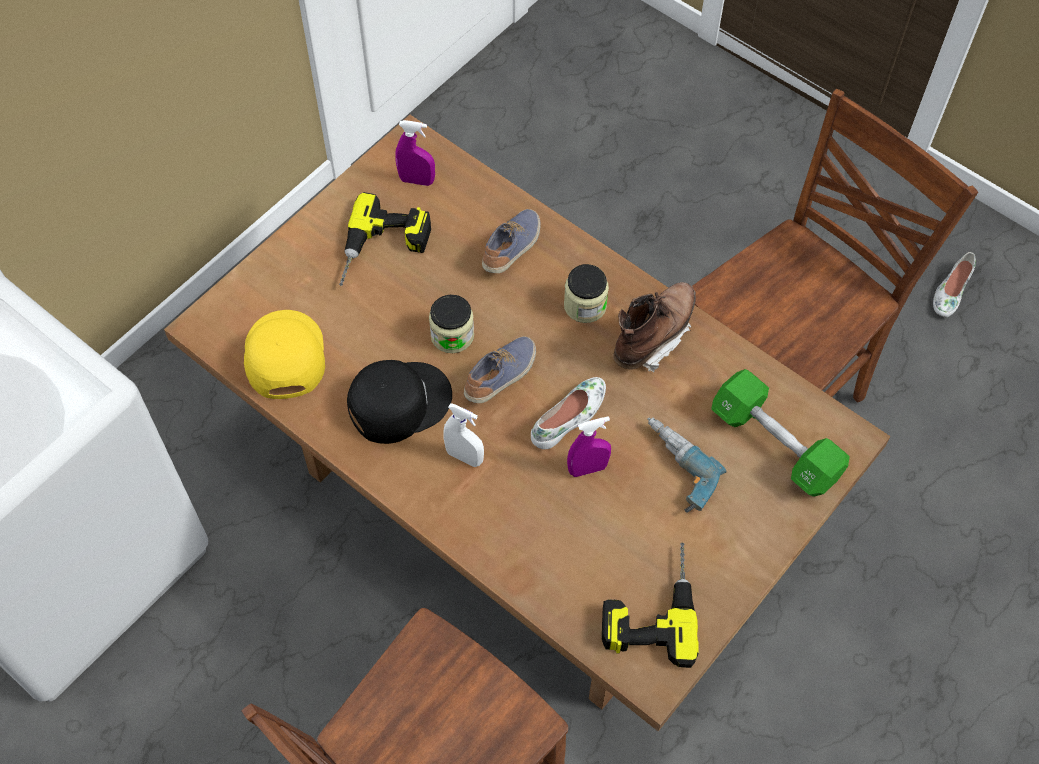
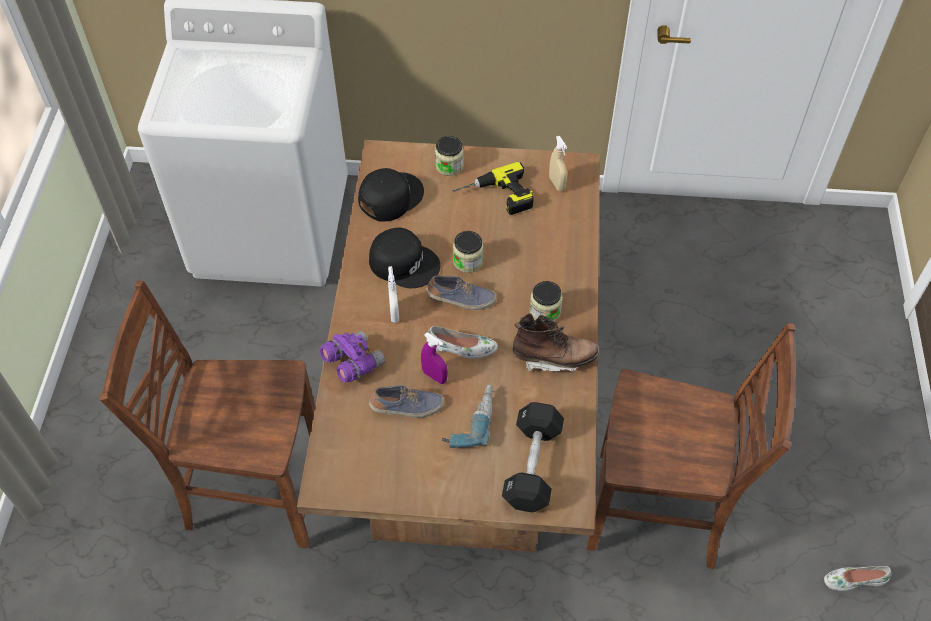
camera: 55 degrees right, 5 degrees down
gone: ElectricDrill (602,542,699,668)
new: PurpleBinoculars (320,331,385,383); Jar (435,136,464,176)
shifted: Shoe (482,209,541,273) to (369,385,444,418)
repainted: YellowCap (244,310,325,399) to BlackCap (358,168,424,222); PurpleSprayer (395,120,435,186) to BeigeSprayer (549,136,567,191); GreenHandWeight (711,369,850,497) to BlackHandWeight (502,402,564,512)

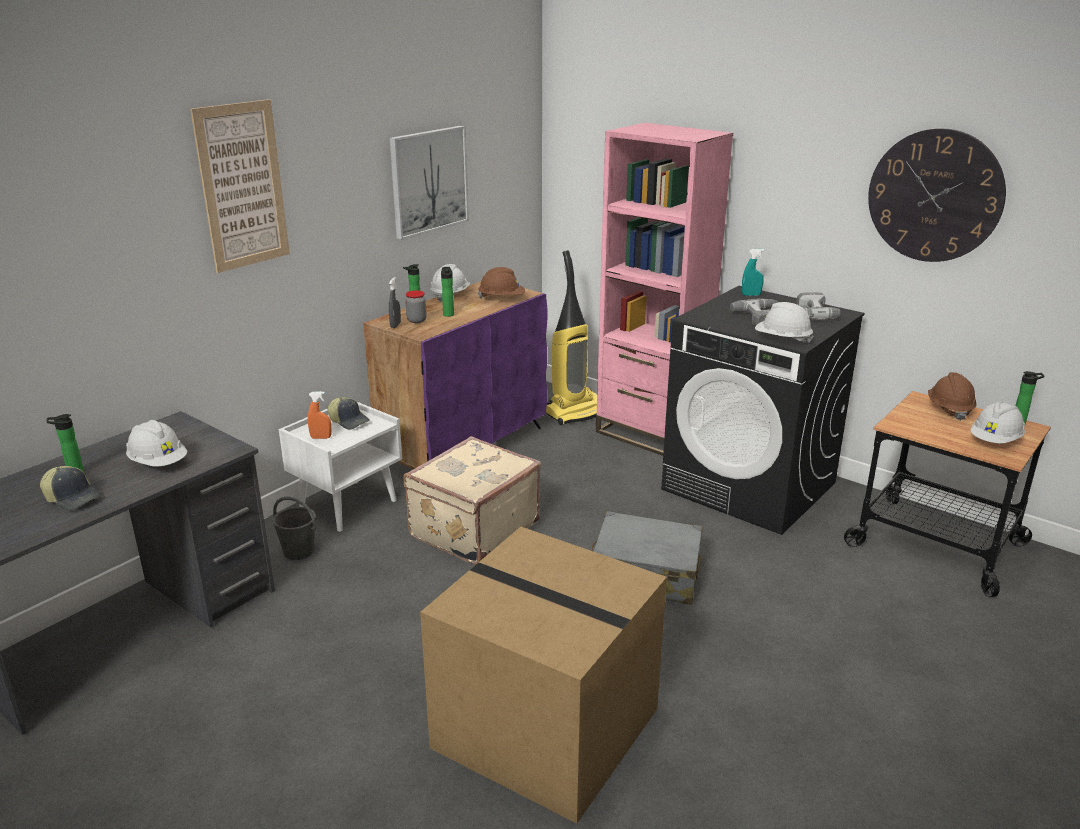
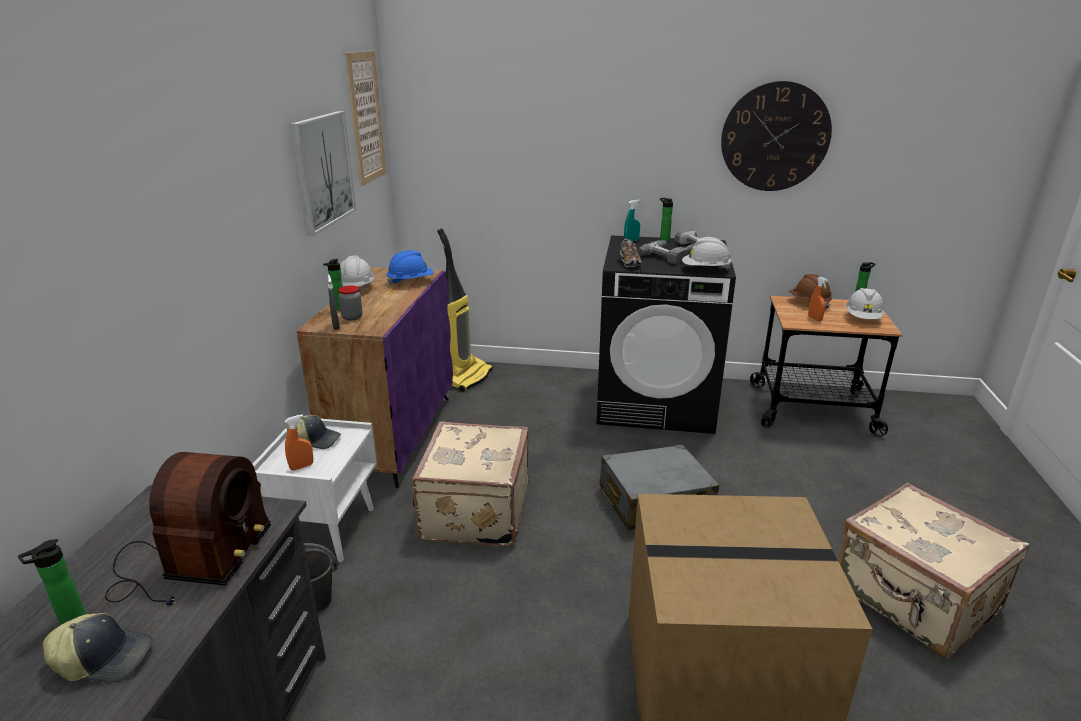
camera: 30 degrees left, 0 degrees up
gone: PinkishBookshelf (596,123,733,456)
new: Shoe (620,239,642,267); OrangeSprayer (808,277,828,321); BeigeTravelCase (838,483,1029,659)
shifted: WallPicture (190,99,290,273) to (345,51,386,186); BeverageBottle (441,267,454,317) to (660,198,673,241)
swapped: WhiteSafetyHelmet (126,420,188,467) to Radio (105,452,271,606)
repainted: BrownishSafetyHelmet (478,267,525,299) to BlueColouredSafetyHelmet (387,250,434,285)

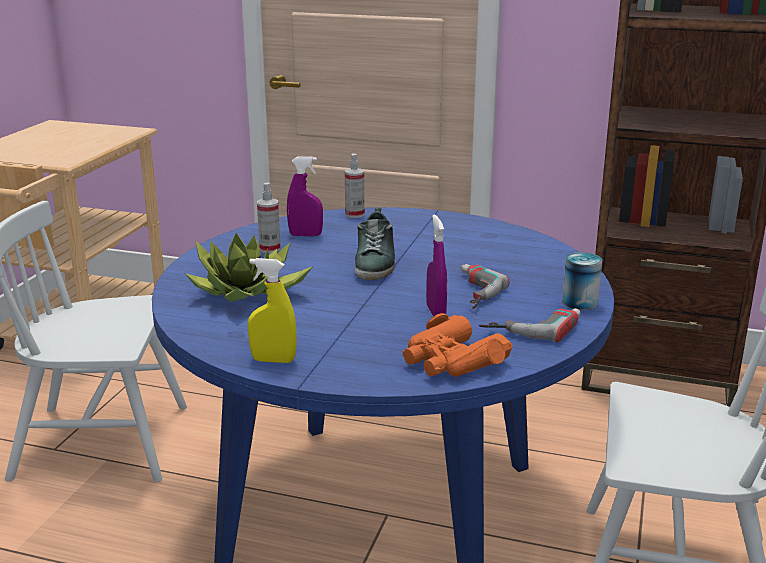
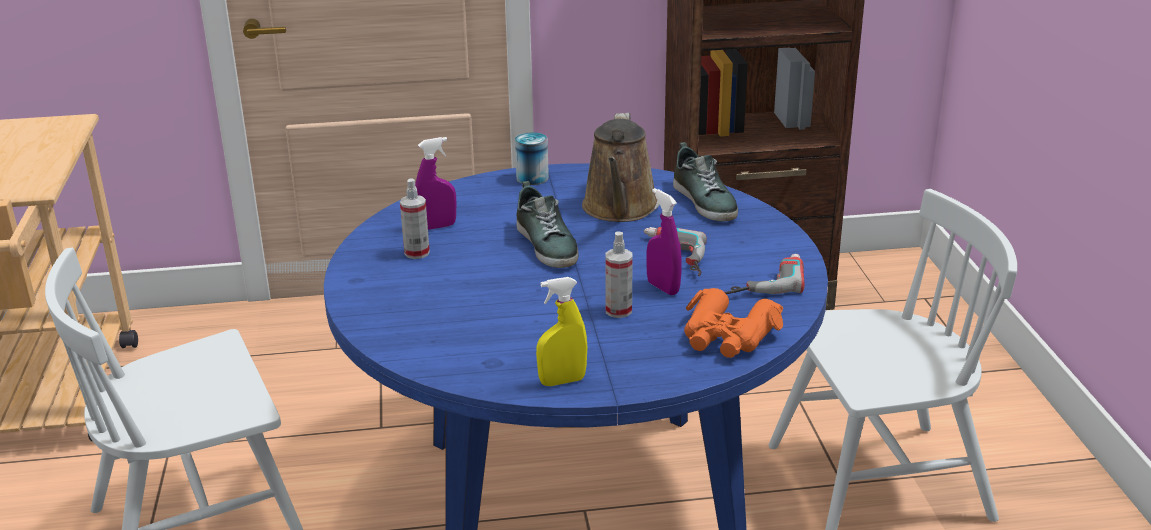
camera: 25 degrees left, 5 degrees up
gone: PottedPlant (185,233,313,302)
new: BrownishWateringCan (582,113,659,222); Shoe (673,142,738,221)
shifted: Sprayer (345,153,365,218) to (605,231,633,318); SealedCan (562,252,602,310) to (515,132,549,185)

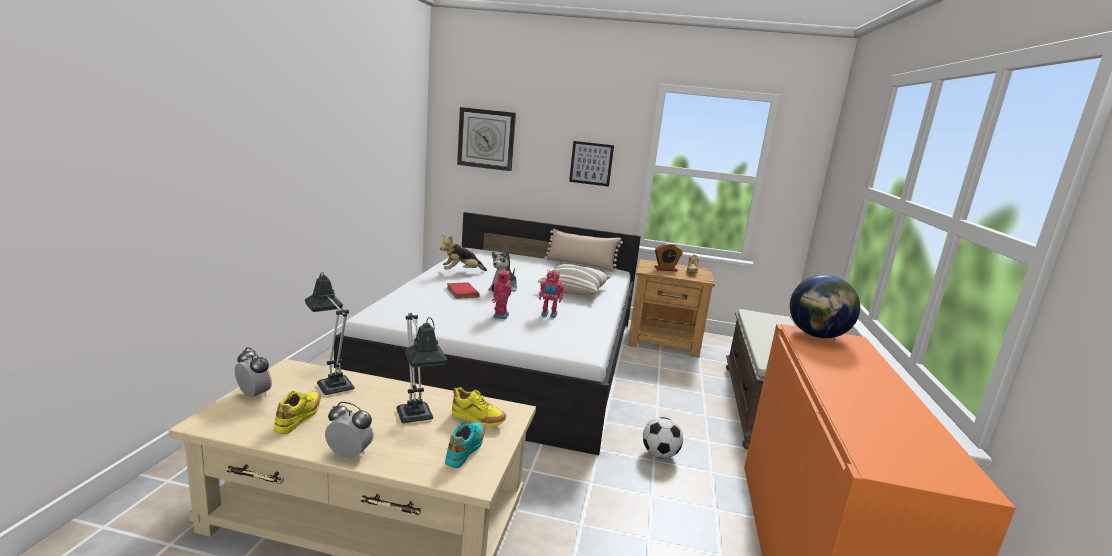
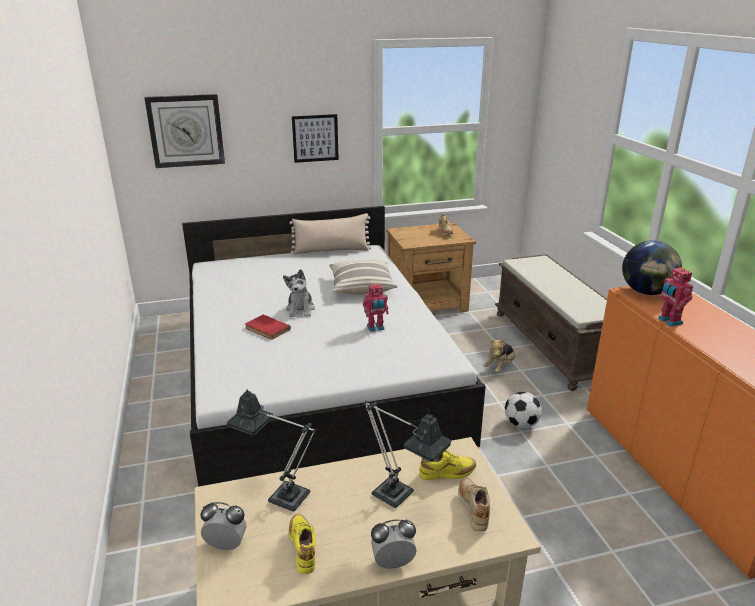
camera: 25 degrees left, 10 degrees up
gone: TableClock (655,243,682,271)
shifted: SoftToy (440,235,487,271) to (483,339,515,373); RobotFigure (491,269,511,319) to (658,266,693,327)
repainted: BlueGreenShoe (445,422,485,468) to BeigeShoe (458,478,490,531)

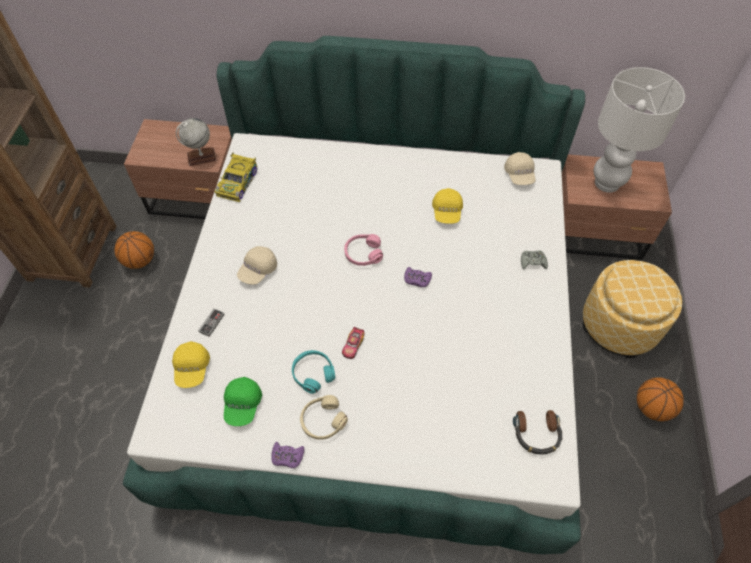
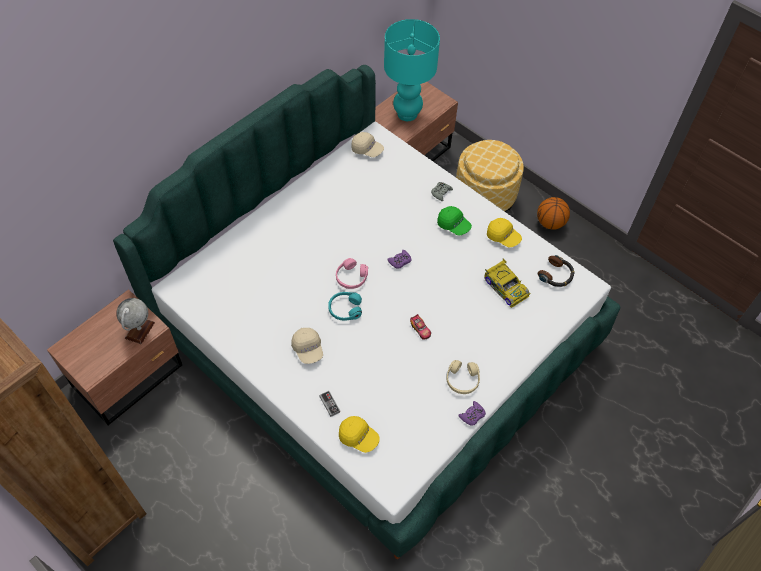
camera: 55 degrees left, 0 degrees up
gone: BasketballBall (114,231,154,269)
shifted: ToyCar (215,152,258,202) to (484,259,530,307); GreenCap (224,377,262,426) to (437,206,472,235); BlueGreenHeadphones (292,350,335,394) to (328,292,362,321); YellowCap (432,188,463,224) to (487,218,522,248)
repainted: WhiteTabletopLamp (594,67,685,193) to BlueGreenTabletopLamp (384,19,440,121)

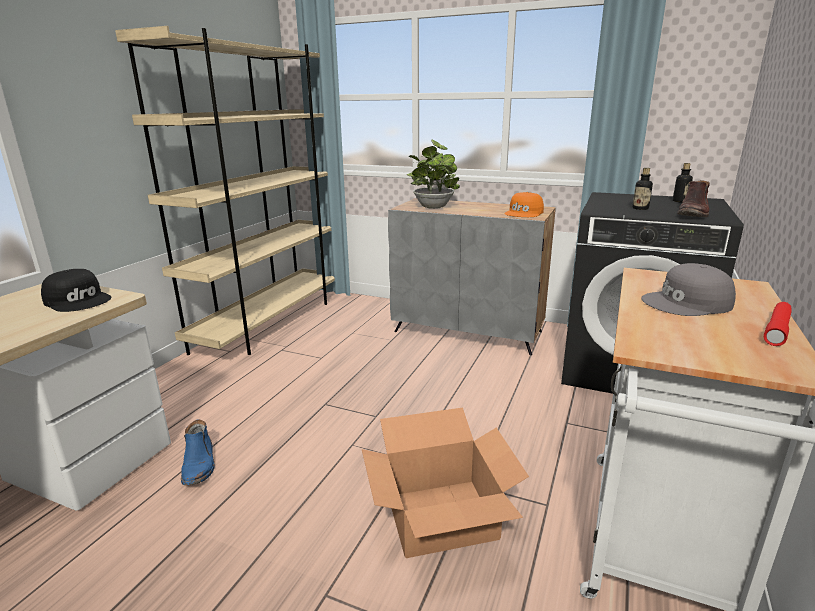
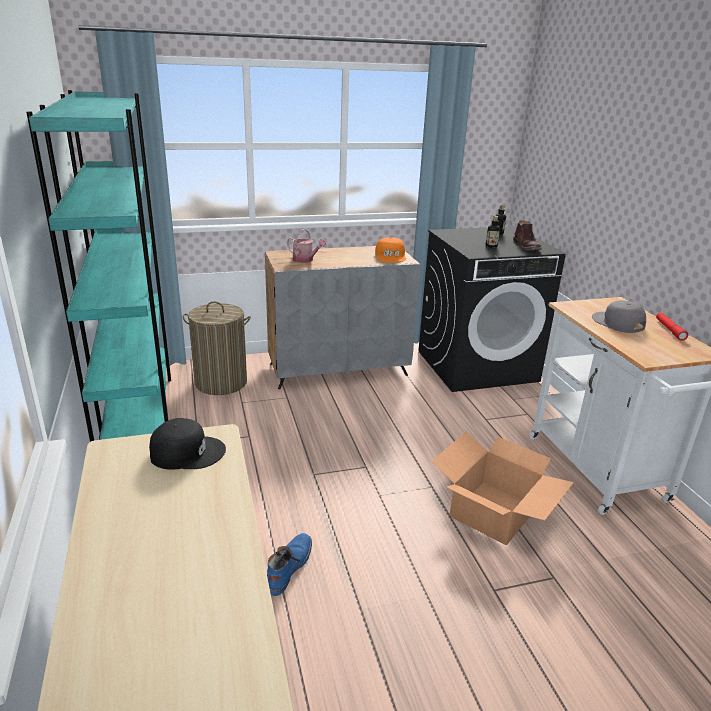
camera: 40 degrees left, 5 degrees up
new: Hamper (183,301,251,395)
swapped: PottedPlant (406,139,460,209) to WateringCan (287,229,327,263)
repainted: BeigeBookshelf (115,26,335,355) to BlueGreenBookshelf (26,90,171,442)
rotated: BlueColouredTallBoot (181,419,215,485) = (267,533,312,596) 105 degrees counterclockwise; GrayCap (641,263,736,316) = (592,300,646,333) 105 degrees clockwise

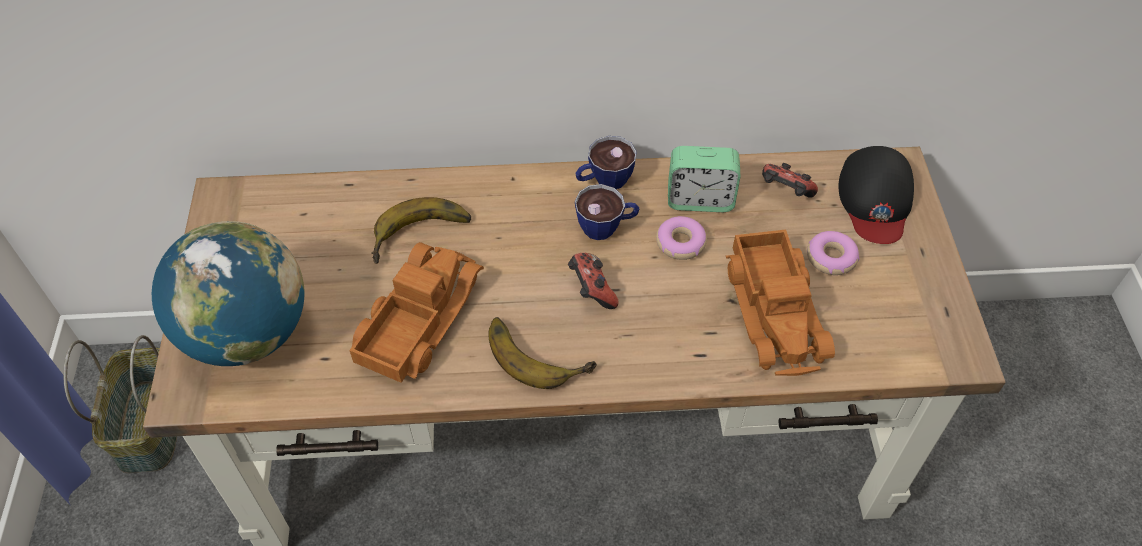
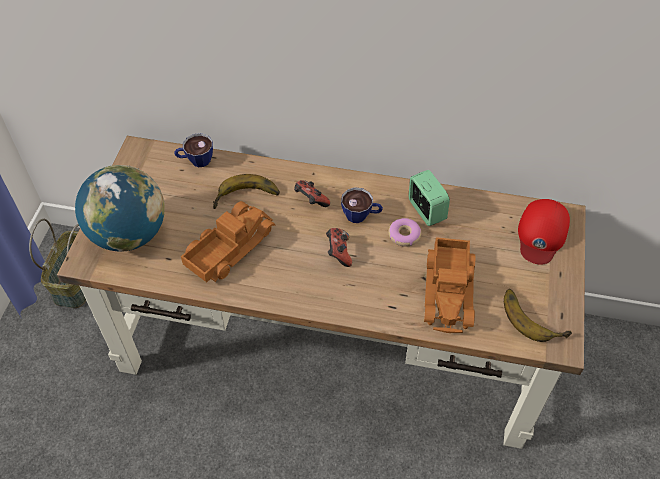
camera: 15 degrees right, 0 degrees up
gone: Doughnut (807,231,859,275)
shifted: Banana (488,317,597,389) to (504,289,572,342); SmallCup (575,136,637,189) to (174,133,213,167); Joypad (762,163,818,198) to (294,180,330,207)
repainted: BlackCap (839,146,914,244) to RedColouredCap (518,199,570,265)
rotated: TableClock (668,146,740,212) = (409,170,450,226) 135 degrees counterclockwise

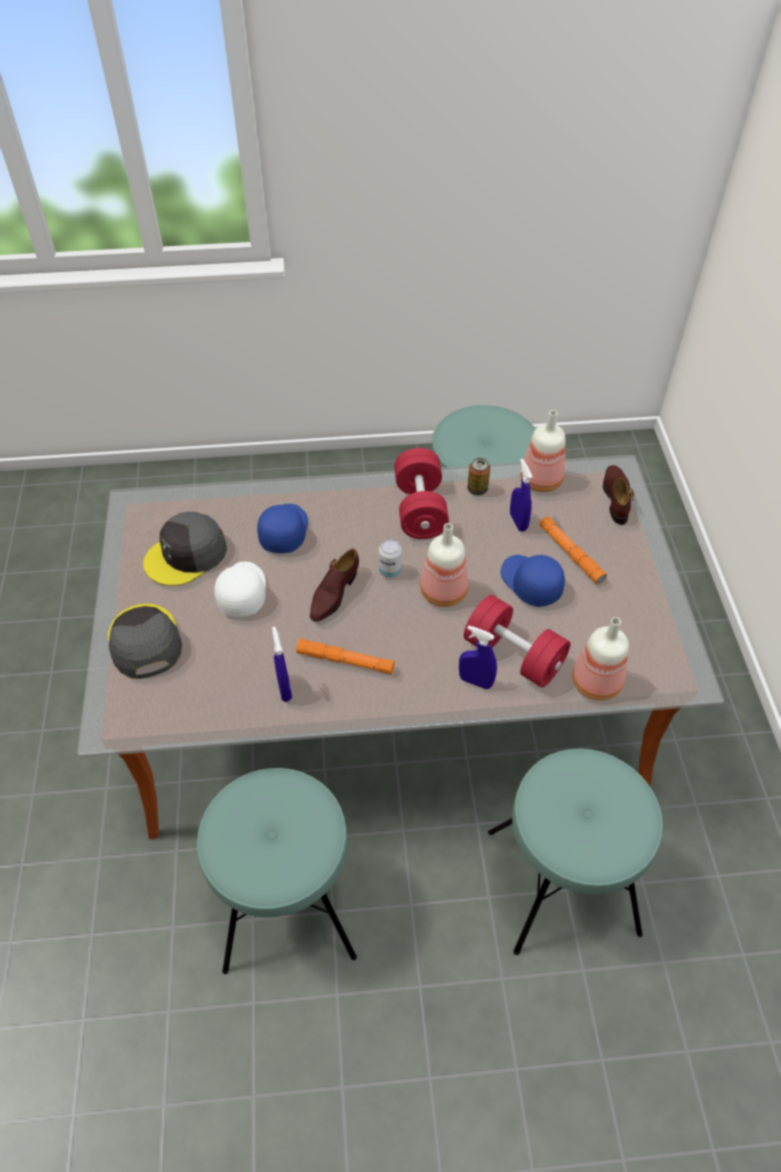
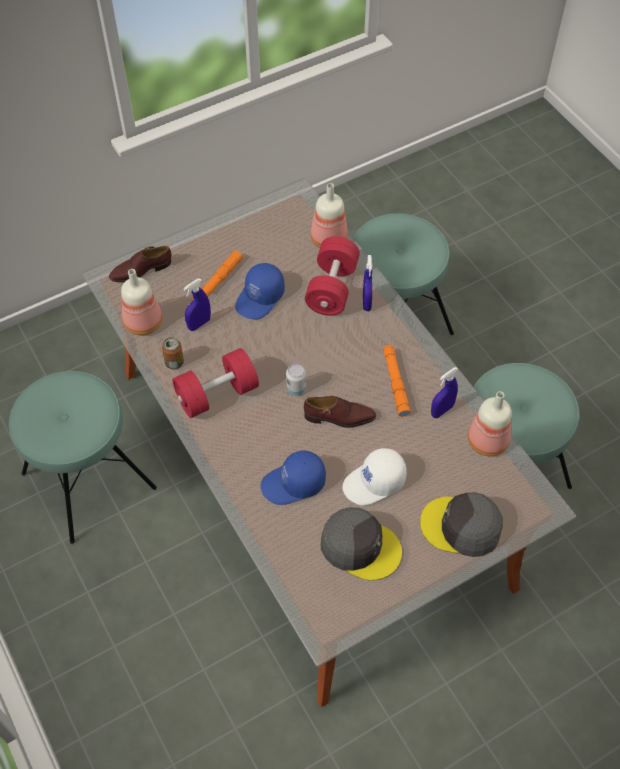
camera: 115 degrees left, 5 degrees up
shifted: BeverageBottle (420,523,468,607) to (468,391,512,456)
rotated: GrayCap (108,604,182,679) = (420,492,503,557) 60 degrees clockwise

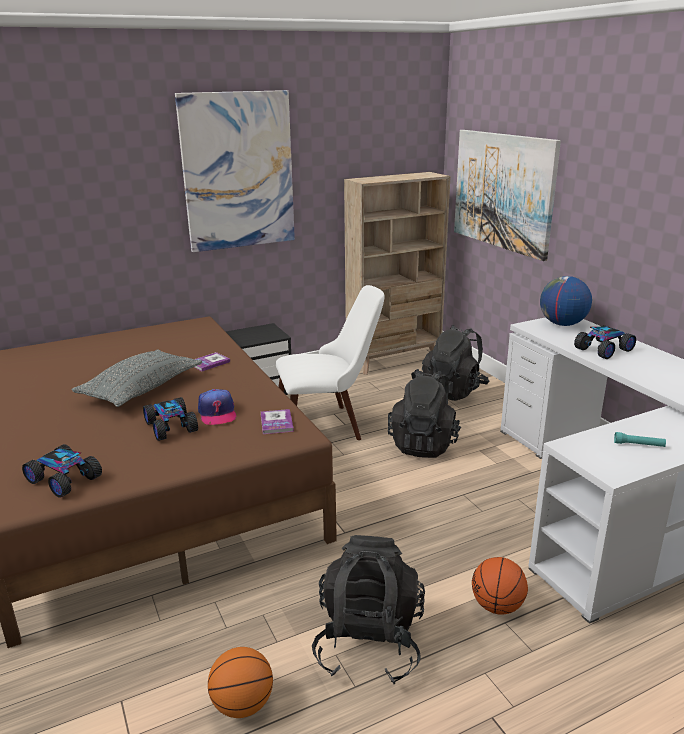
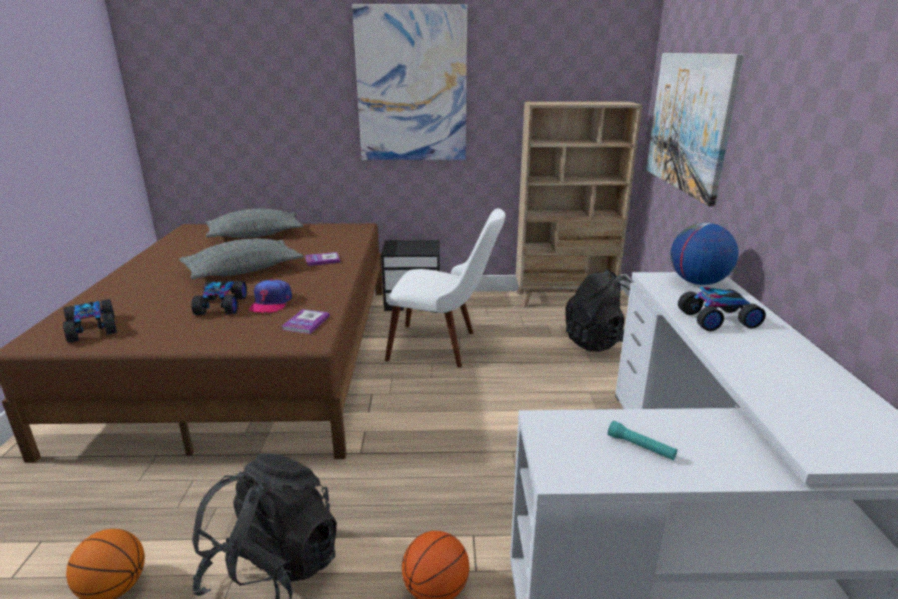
camera: 25 degrees right, 0 degrees up
gone: BlackBackpack (388,369,461,458)
new: GrayCushion (206,209,303,238)

